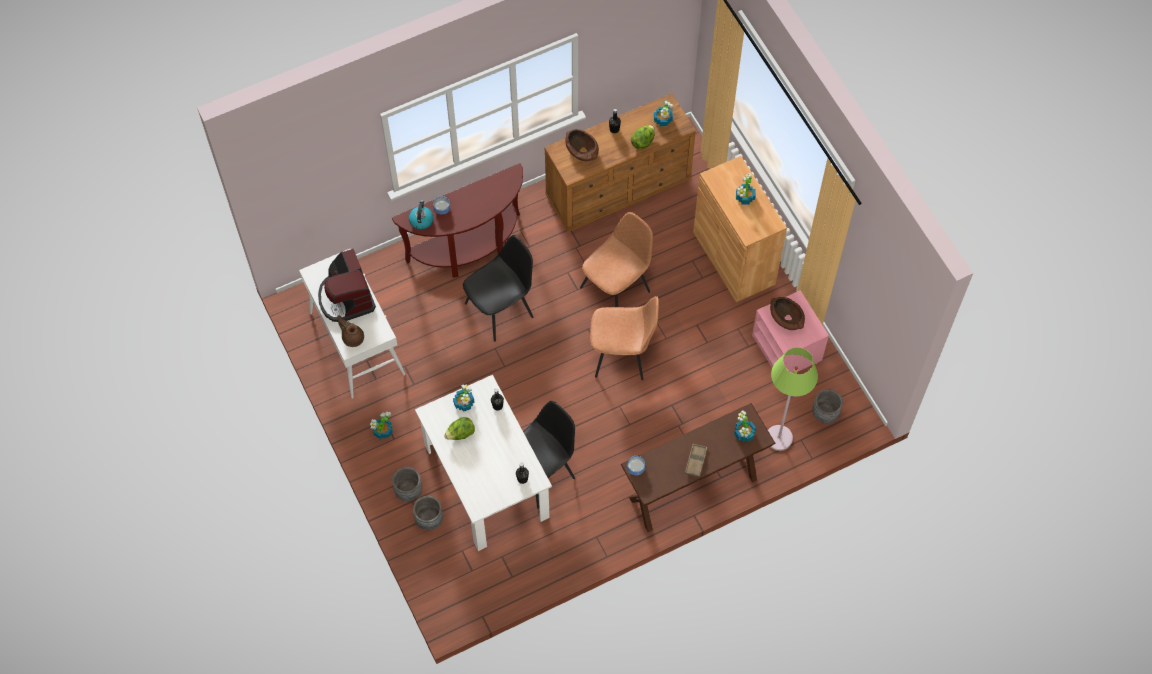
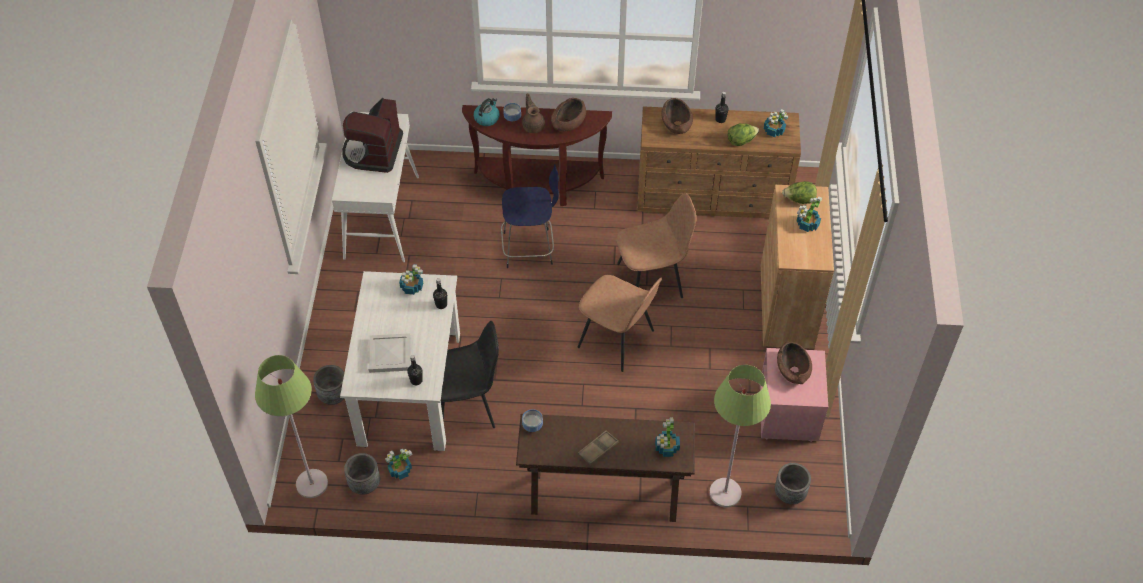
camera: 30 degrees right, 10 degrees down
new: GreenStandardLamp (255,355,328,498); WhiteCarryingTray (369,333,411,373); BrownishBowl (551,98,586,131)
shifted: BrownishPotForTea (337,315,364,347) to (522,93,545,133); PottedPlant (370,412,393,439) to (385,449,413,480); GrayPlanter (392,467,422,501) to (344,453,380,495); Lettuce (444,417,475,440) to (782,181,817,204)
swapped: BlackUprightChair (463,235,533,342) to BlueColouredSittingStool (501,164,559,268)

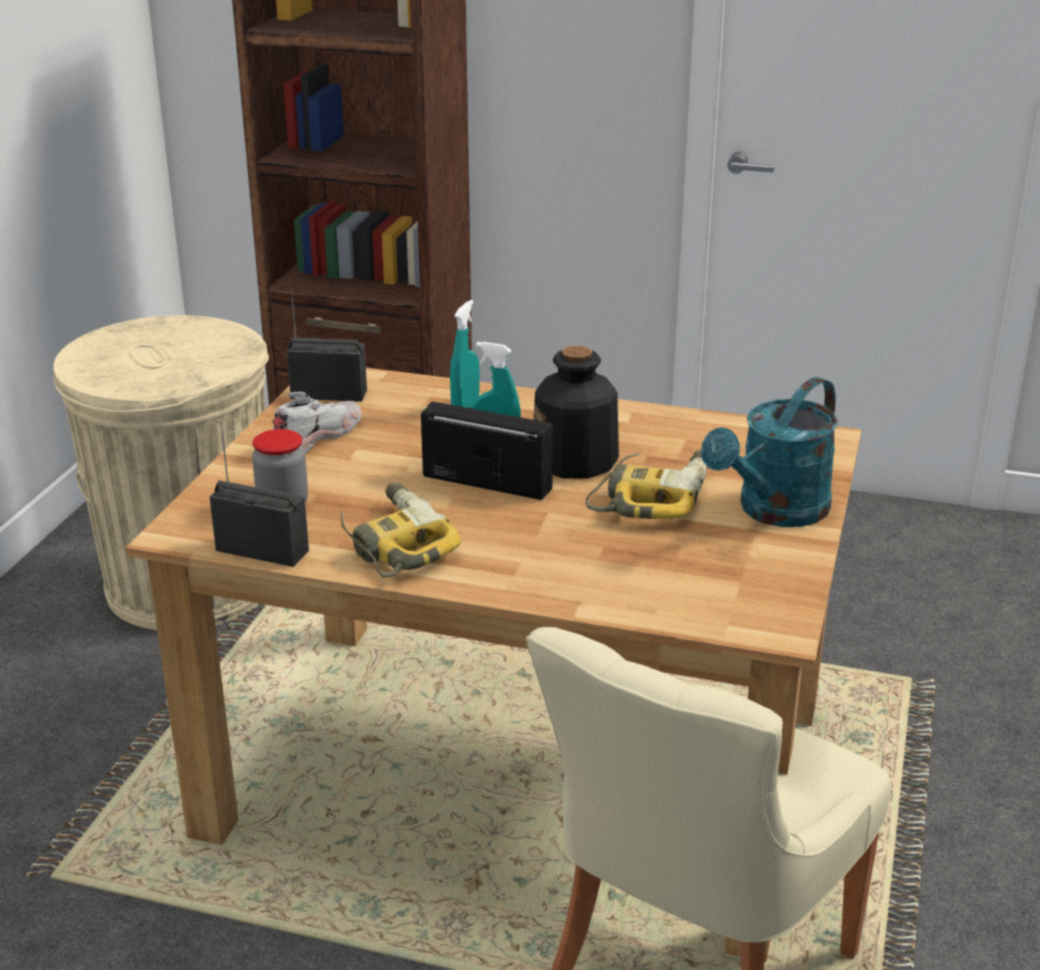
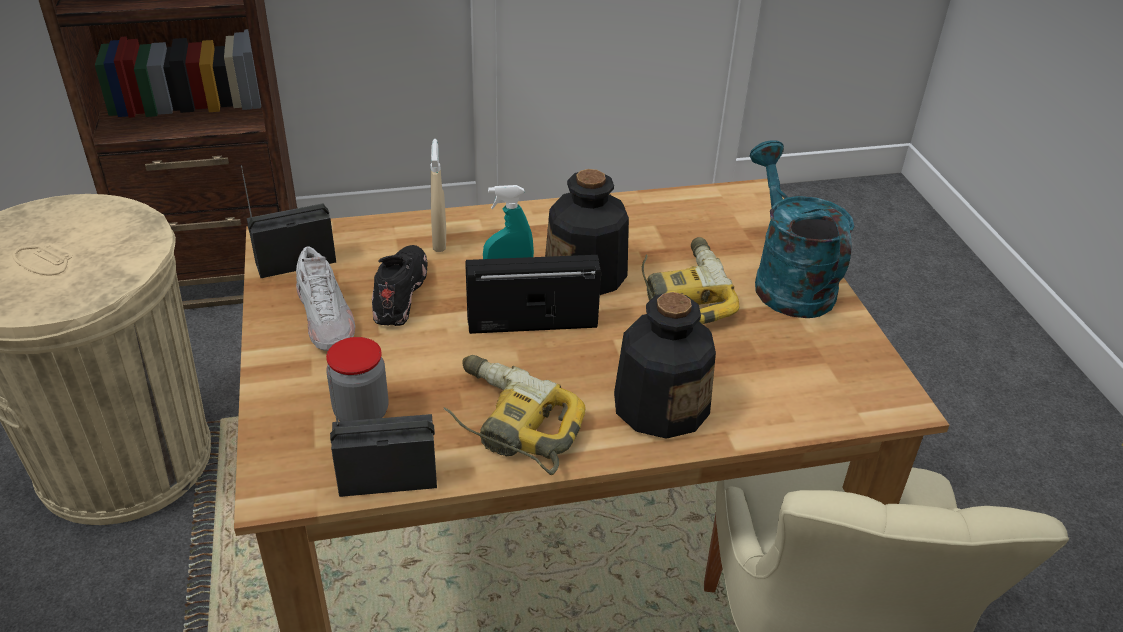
camera: 30 degrees left, 10 degrees up
new: BlackShoe (372,245,428,326); BeverageBottle (614,292,716,439)
repainted: BlueGreenSprayer (450,300,480,408) to BeigeSprayer (431,139,446,252)
rotated: WhiteShoe (272,392,361,454) = (296,246,355,351) 150 degrees clockwise; BlueGreenWateringCan (701,377,838,527) = (750,140,854,318) 150 degrees clockwise

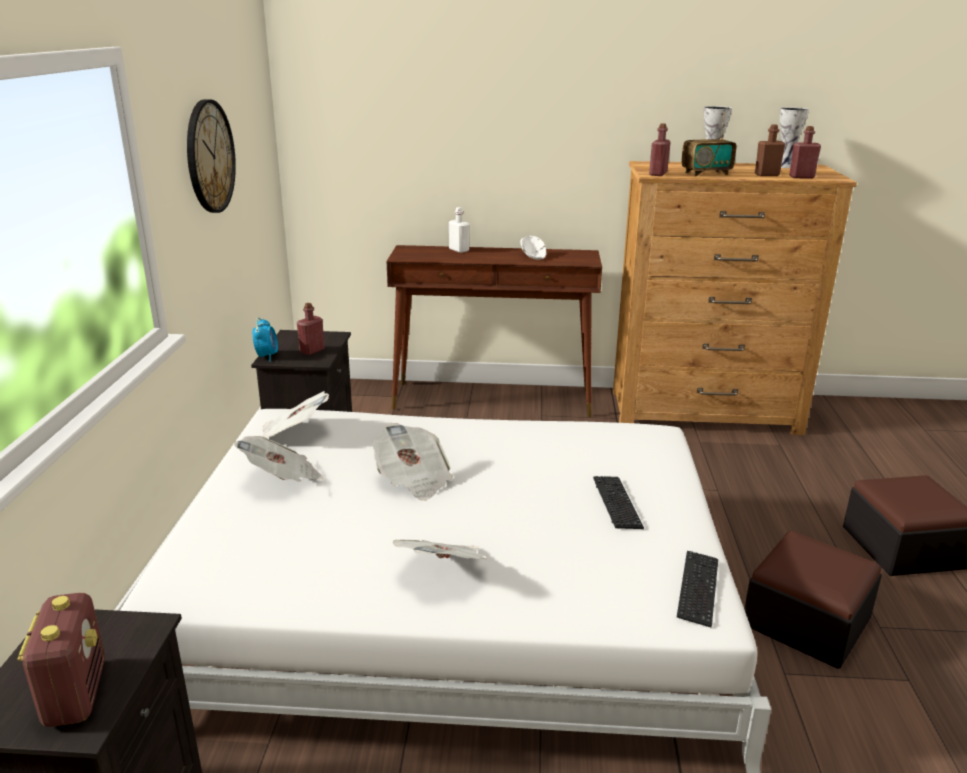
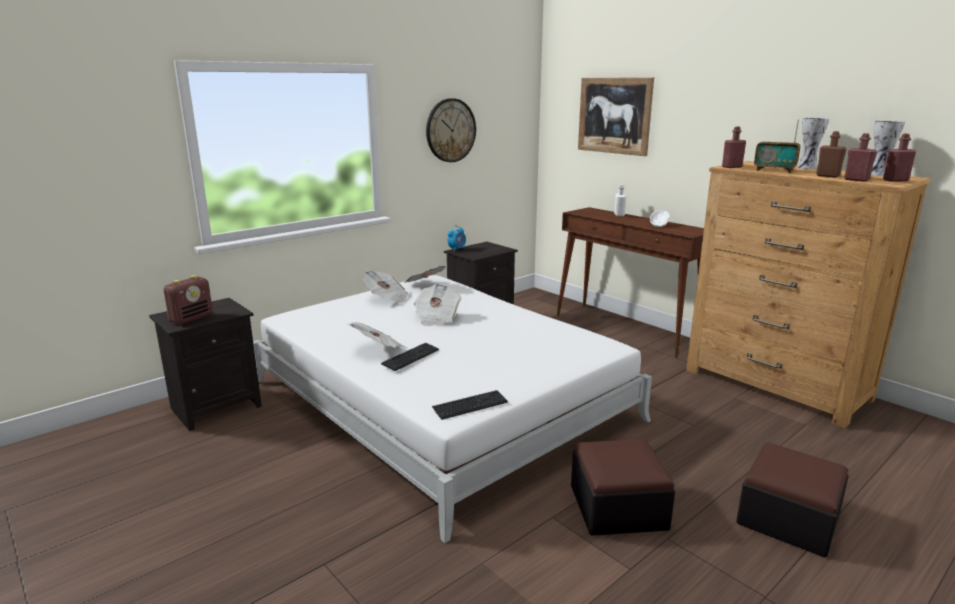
camera: 45 degrees right, 5 degrees down
new: WallPicture (578,77,654,156)
shifted: RedColouredBeverageBottle (297,303,324,355) to (883,134,916,182); PcKeyboard (593,476,644,529) to (381,343,439,371)

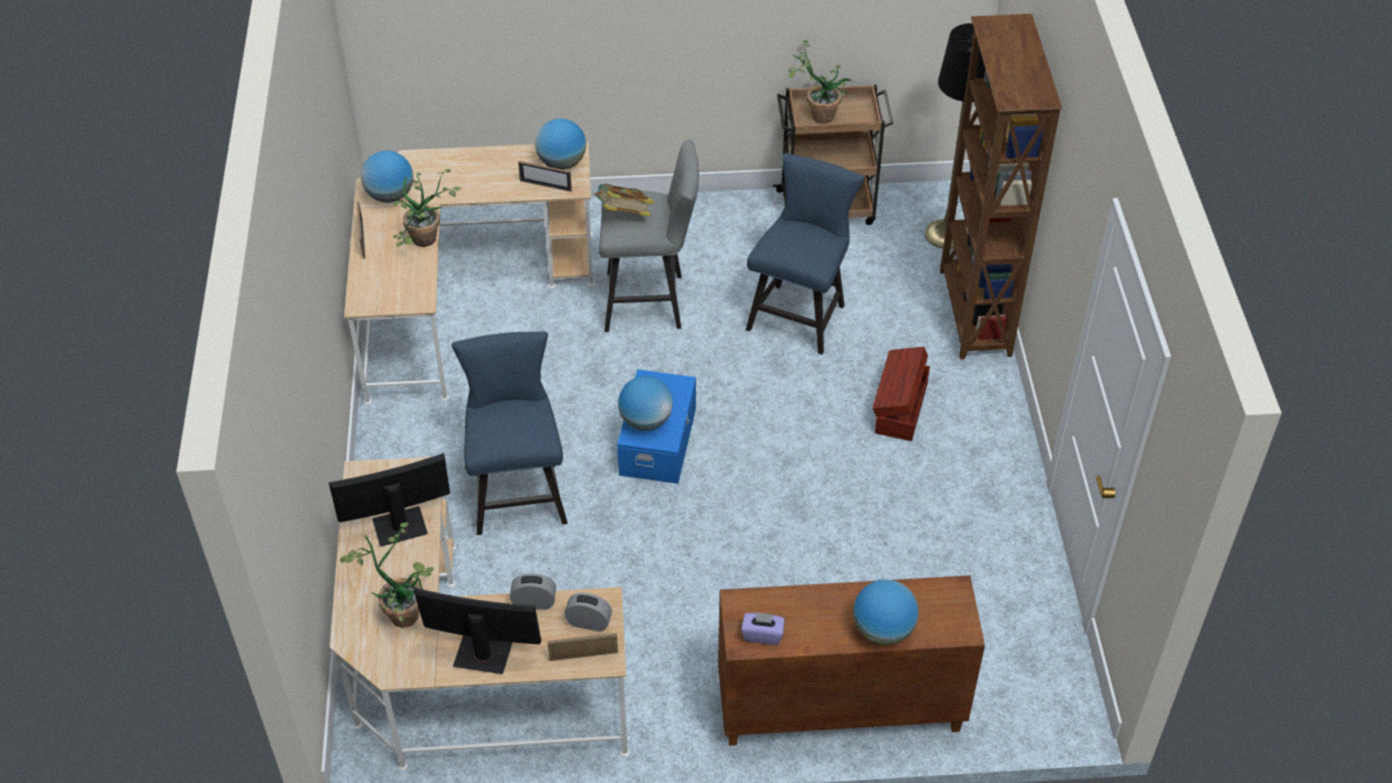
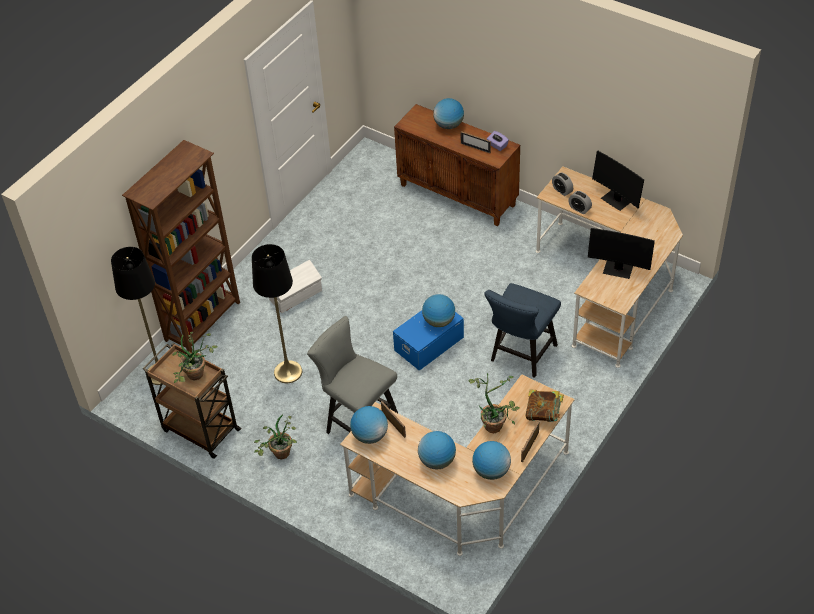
camera: 140 degrees left, 0 degrees up
new: DeskGlobe (418,431,456,469)
shifted: PottedPlant (340,522,434,628) to (254,415,297,460); PictureFrame (547,633,618,661) to (460,131,491,153); Volume (594,184,654,217) to (525,390,564,422)
swapped: BlueColouredUprightChair (746,153,865,354) to BlackStandardLamp (252,244,302,383)
repainted: BrownishStorageContainer (872,347,930,441) to WhiteStorageContainer (269,260,322,313)

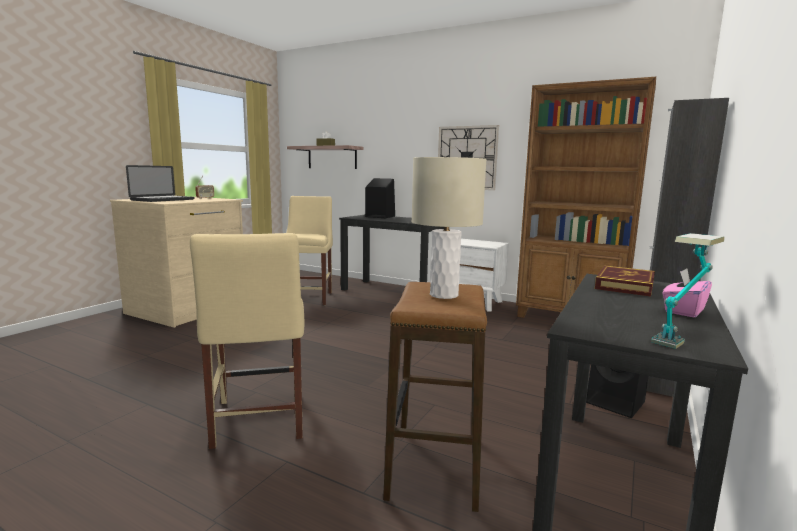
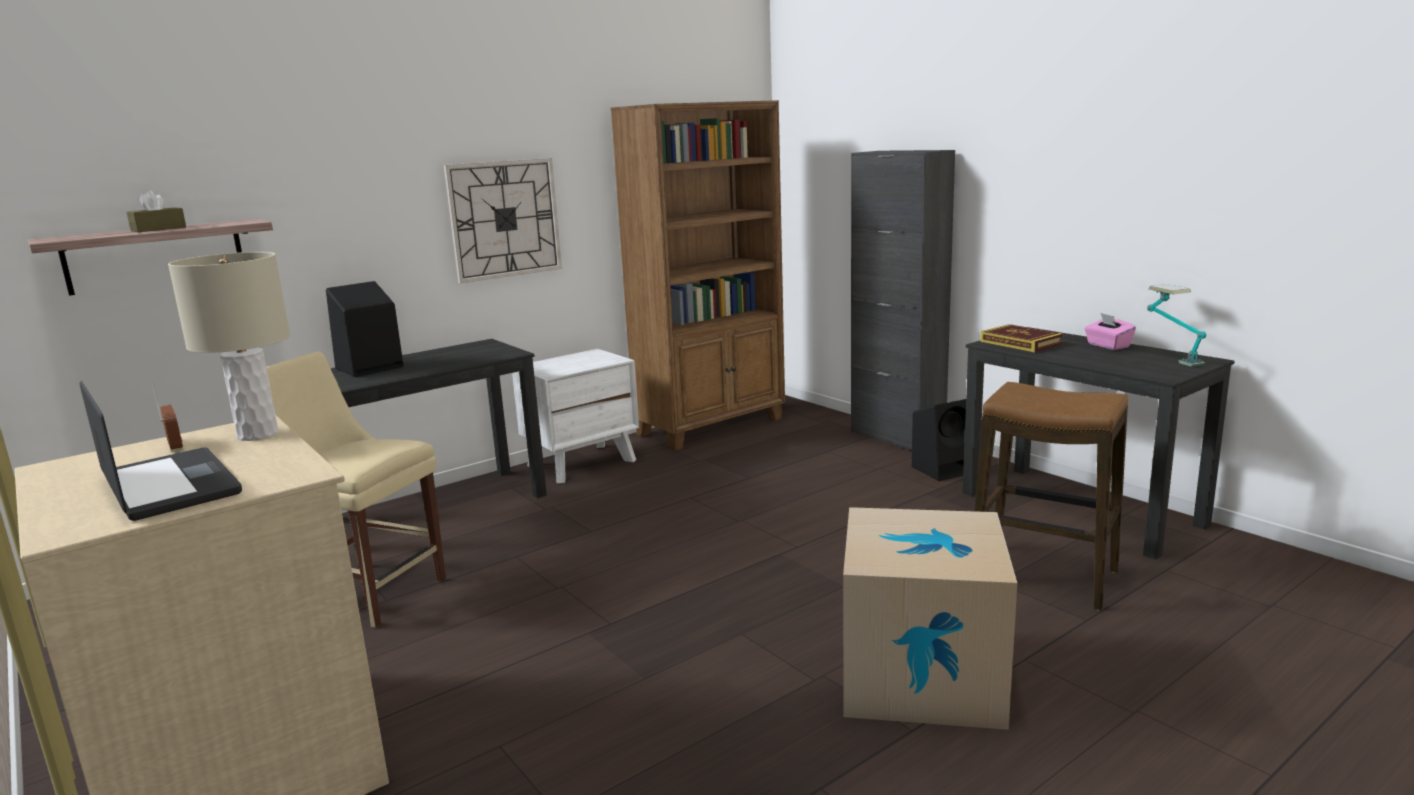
camera: 65 degrees left, 5 degrees up
shifted: BeigeTabletopLamp (412,157,487,299) to (168,252,290,441)
swapped: BeigeUprightChair (190,233,305,449) to PackingBox (843,507,1017,730)

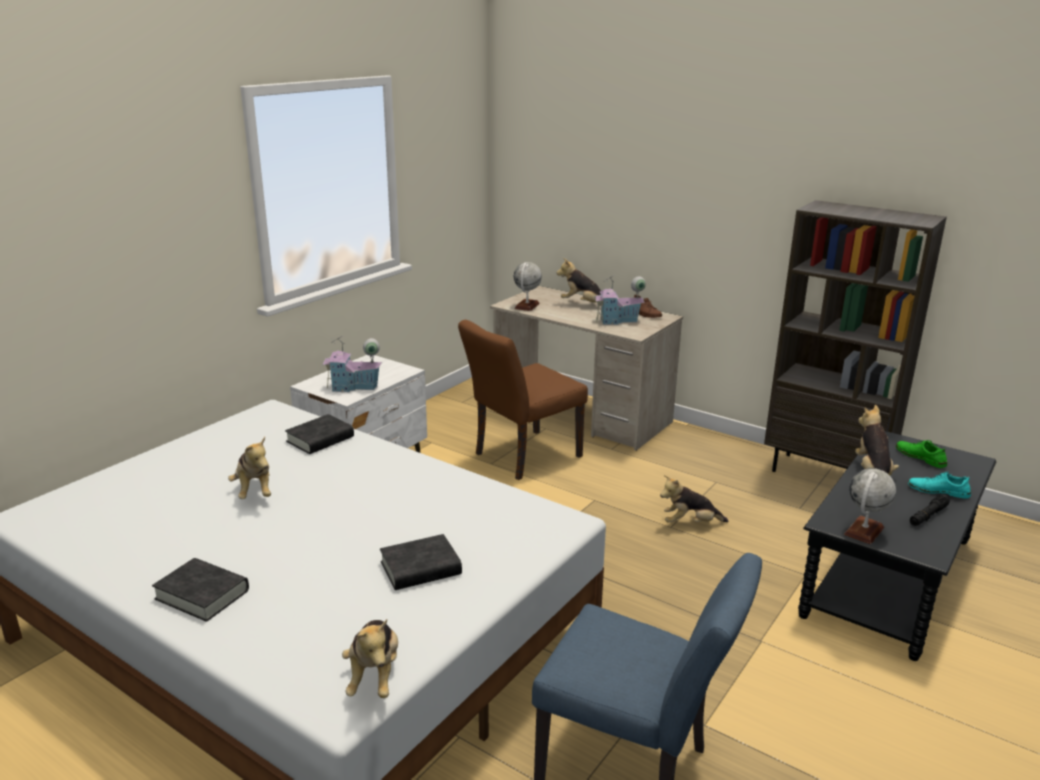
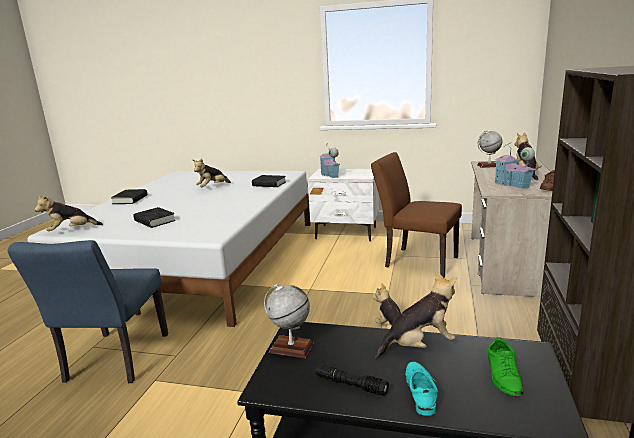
camera: 70 degrees right, 5 degrees down
rotated: GreenShoe (896,440,947,468) = (488,337,523,396) 150 degrees clockwise

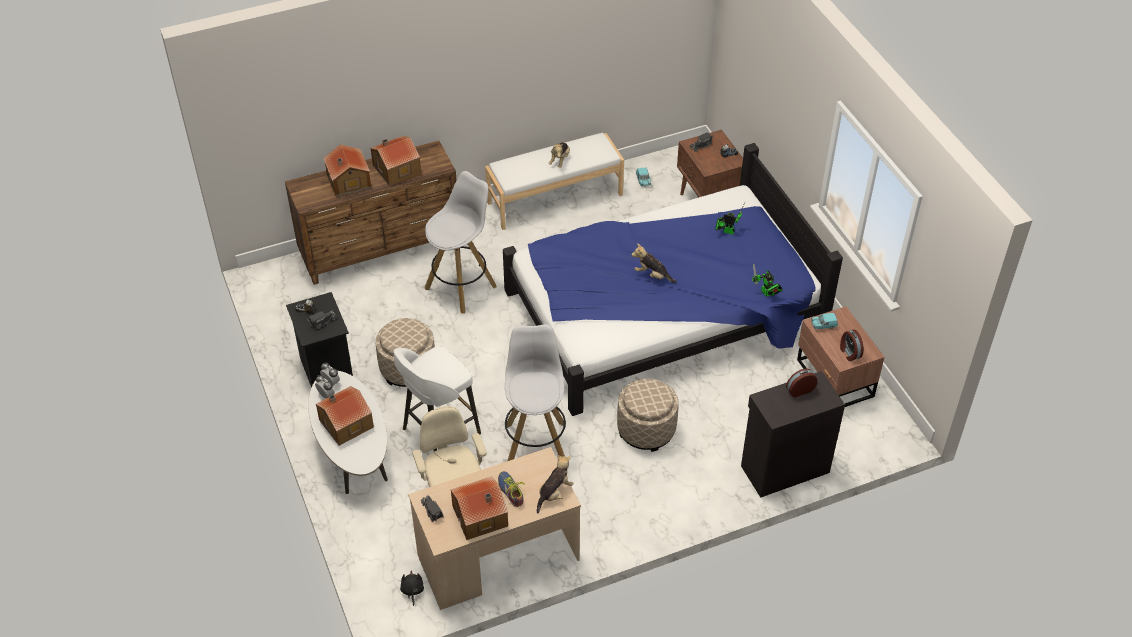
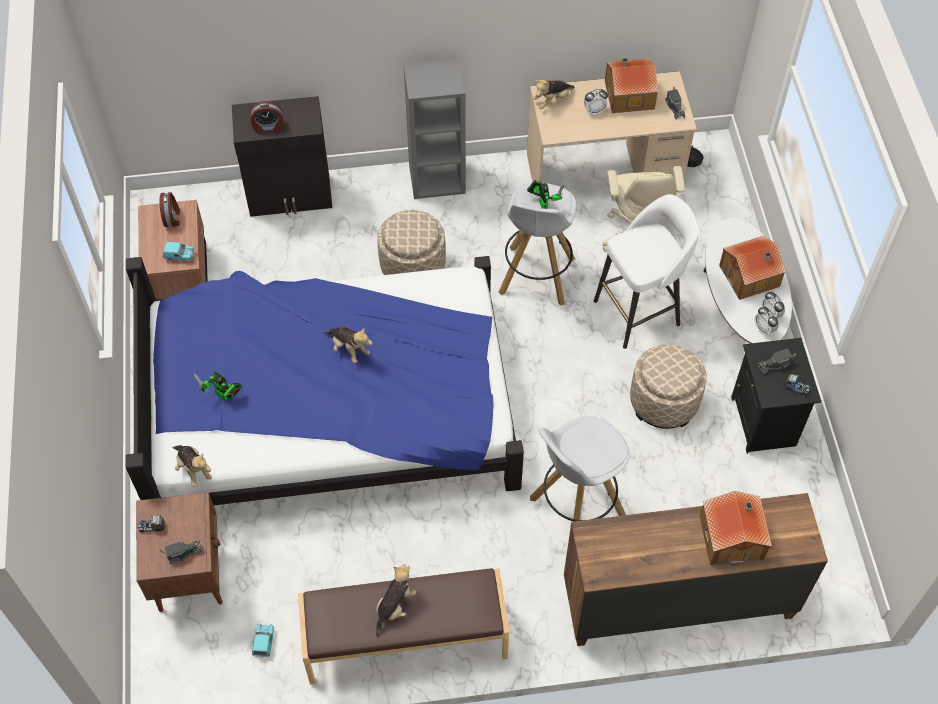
camera: 165 degrees left, 10 degrees up
gone: MiniatureHouse (370,136,421,186)
new: SoftToy (173,445,212,487); GrayBookshelf (403,59,466,199)
shifted: RobotFigure (752,264,783,297) to (527,180,564,209)
swapped: Shoe (498,471,525,507) to TableClock (584,89,608,115)
repainted: WhiteIndoorBench (485,133,624,230) to BrownishIndoorBench (298,568,509,684)

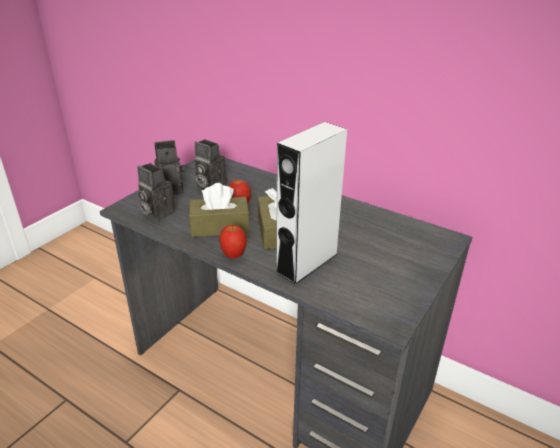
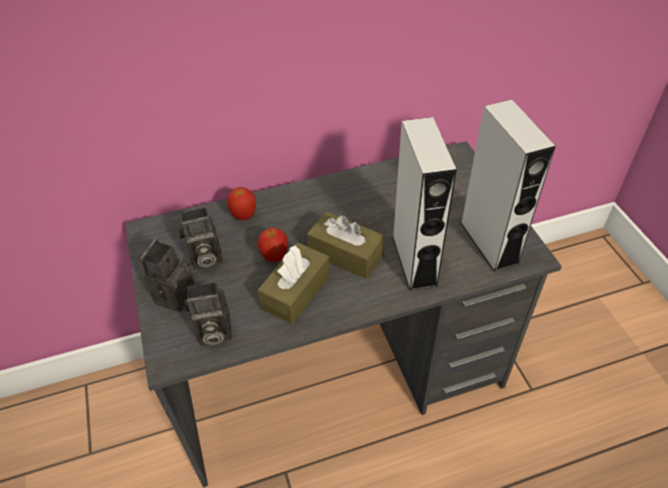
camera: 50 degrees left, 15 degrees up
new: GrayLoudspeaker (461,99,556,272)
shifted: Apple (219,225,247,259) to (227,187,256,220)

